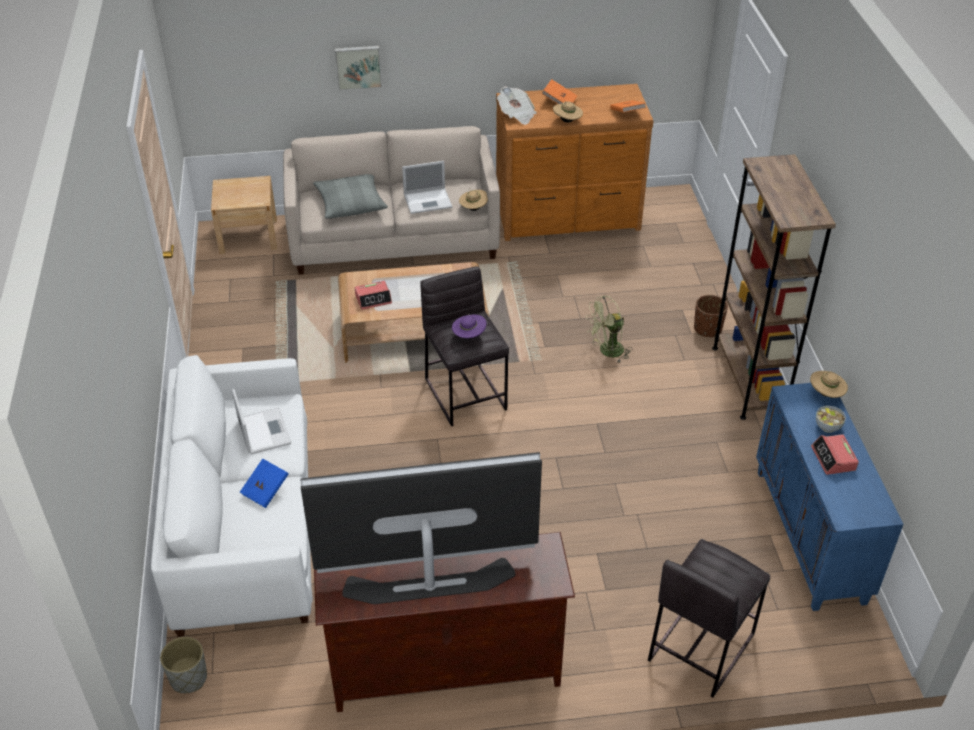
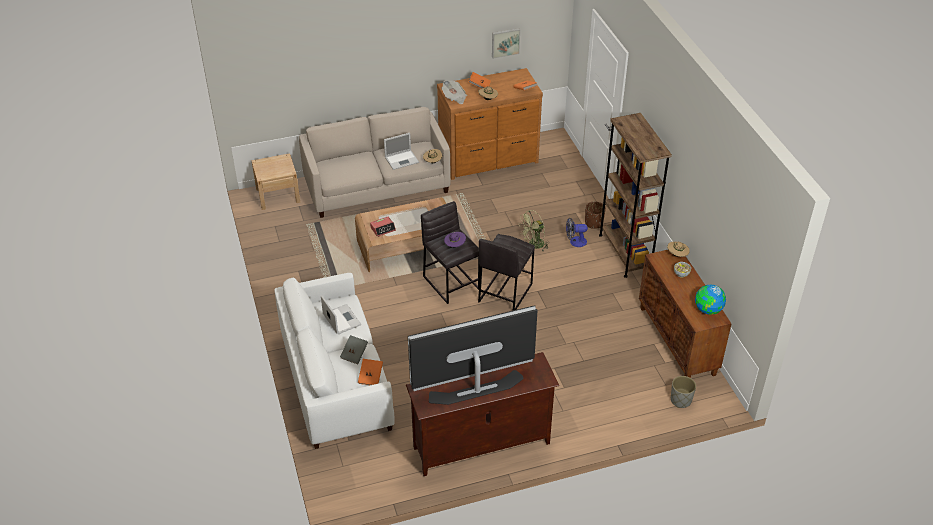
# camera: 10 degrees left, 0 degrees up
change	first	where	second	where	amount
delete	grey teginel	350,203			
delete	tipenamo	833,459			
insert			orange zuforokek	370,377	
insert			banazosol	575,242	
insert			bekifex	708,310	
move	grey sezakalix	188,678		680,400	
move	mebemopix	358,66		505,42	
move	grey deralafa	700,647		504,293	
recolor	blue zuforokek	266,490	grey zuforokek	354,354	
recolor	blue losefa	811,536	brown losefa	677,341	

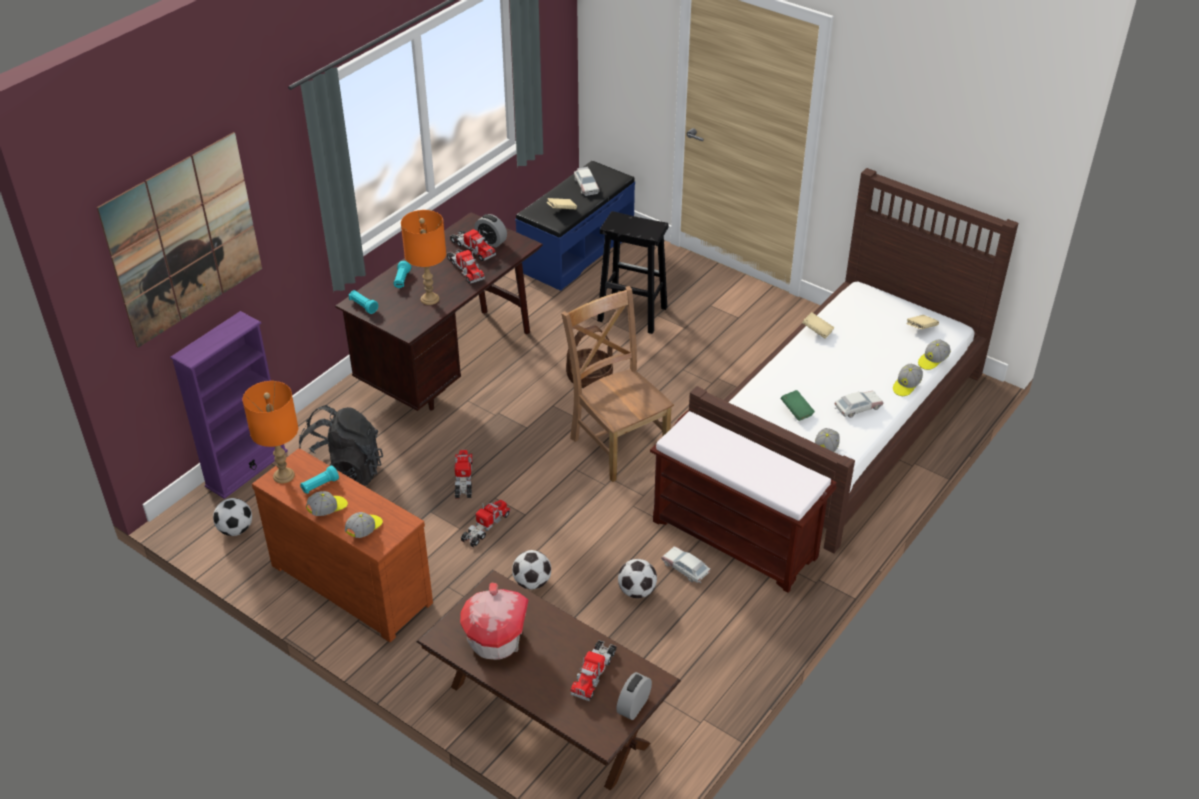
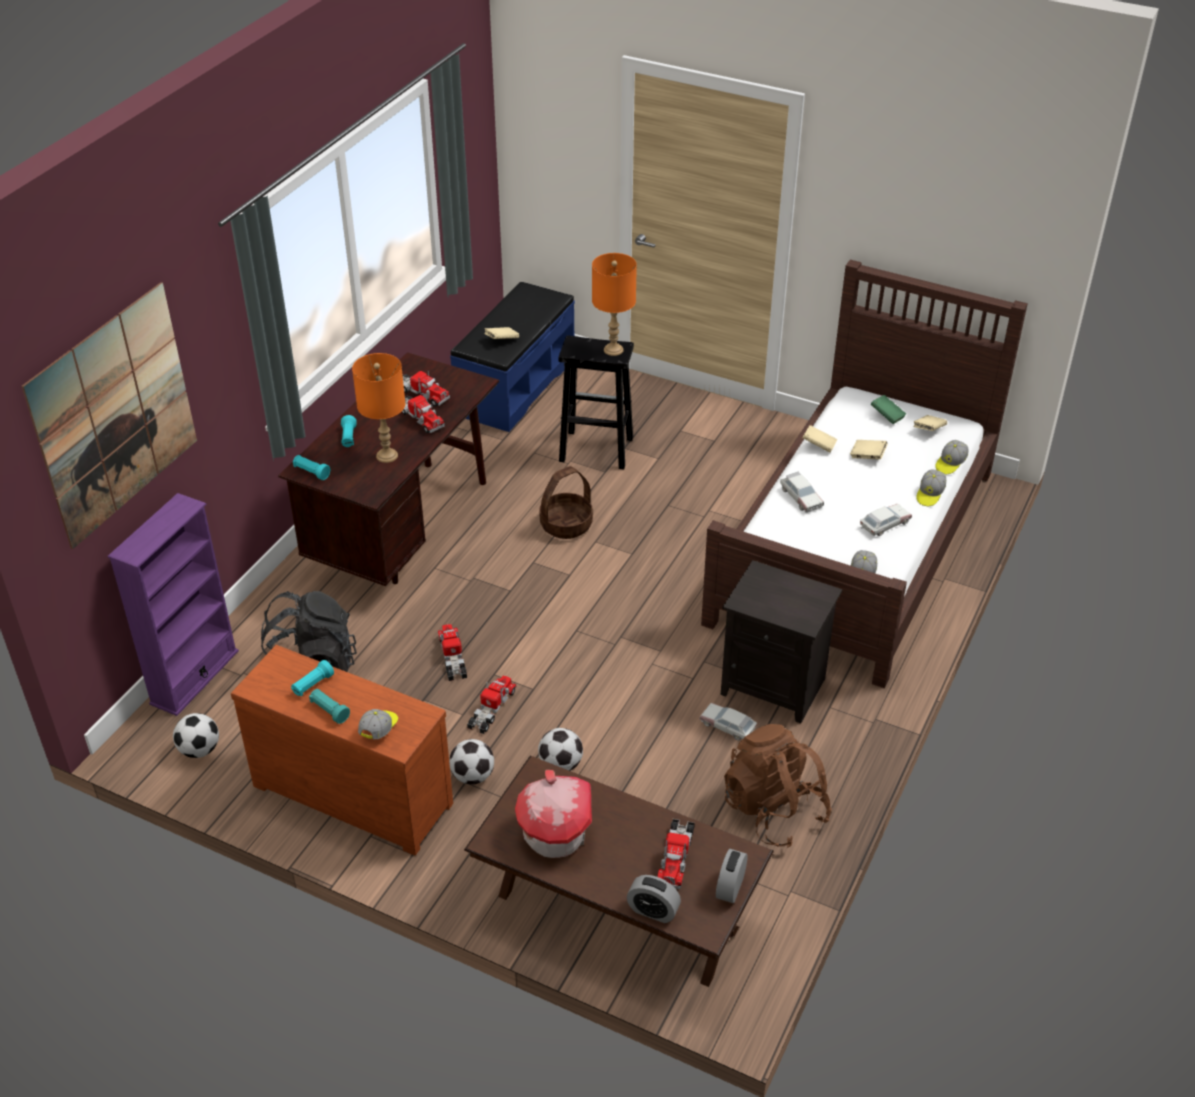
# camera: 10 degrees left, 0 degrees up
change	first	where	second	where	amount
delete	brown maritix	618,443			
insert			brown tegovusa	774,810	
insert			beige zuforokek	867,456	
move	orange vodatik	283,476		613,350	
move	tipenamo	491,241		653,911	
move	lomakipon	586,185		800,497	
move	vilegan	636,591		472,776	
move	green zuforokek	796,411		887,416	
replace	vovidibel	328,509	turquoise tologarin	329,711	
replace	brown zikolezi	736,539	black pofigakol	775,686	

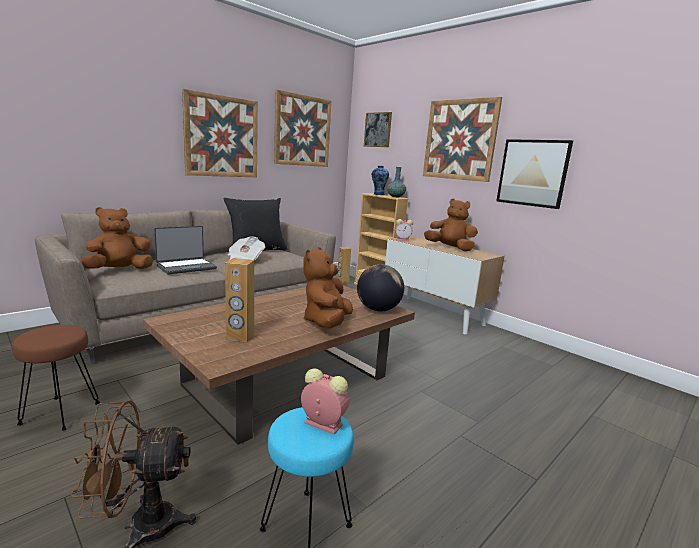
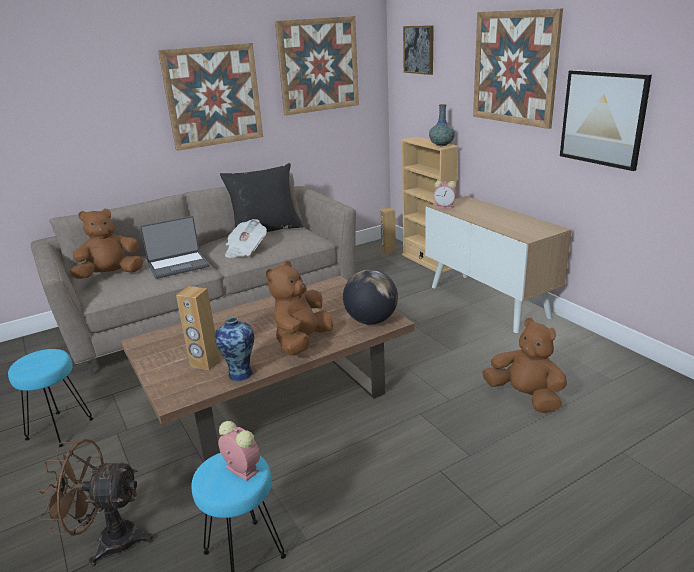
# camera: 15 degrees right, 10 degrees up
change	first	where	second	where	amount
move	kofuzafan	378,194		240,373	
move	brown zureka	450,248		525,397	
recolor	brown deralafa	61,412	turquoise deralafa	60,428	

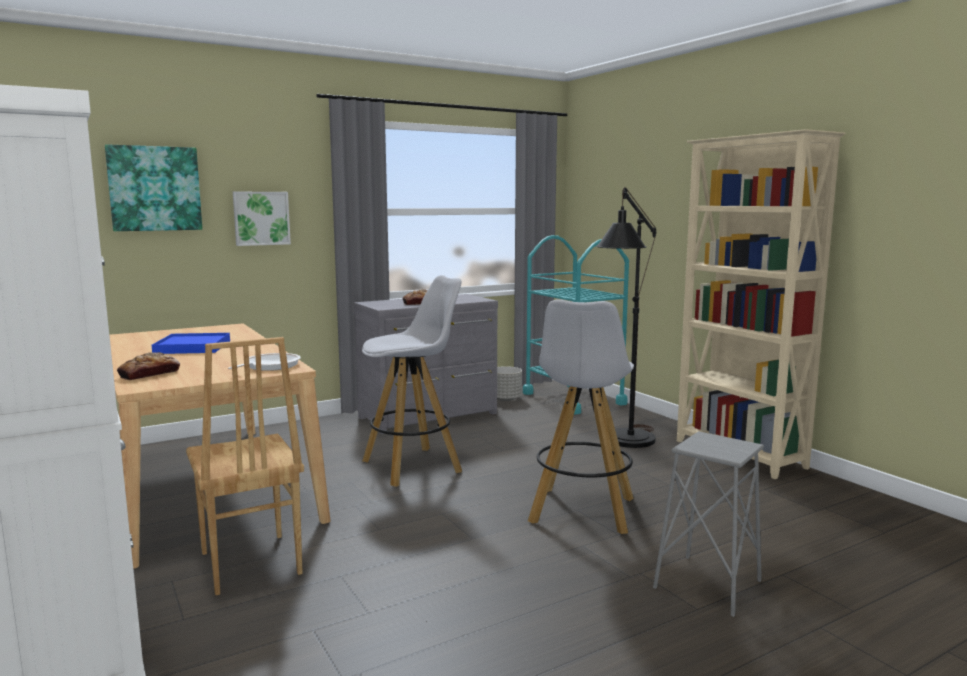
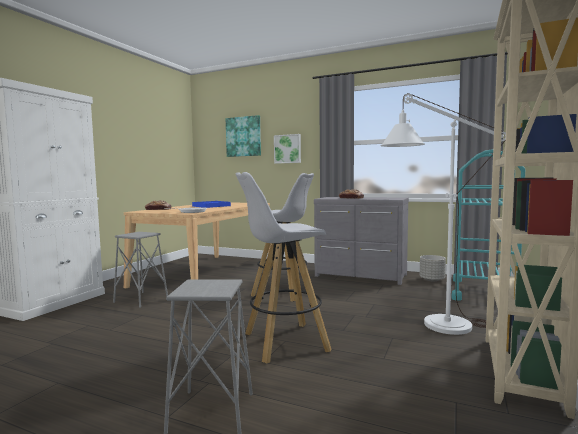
# camera: 55 degrees right, 5 degrees down
change	first	where	second	where	amount
replace	brown maritix	248,564	grey deralafa	141,299	
recolor	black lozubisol	626,443	white lozubisol	434,326	

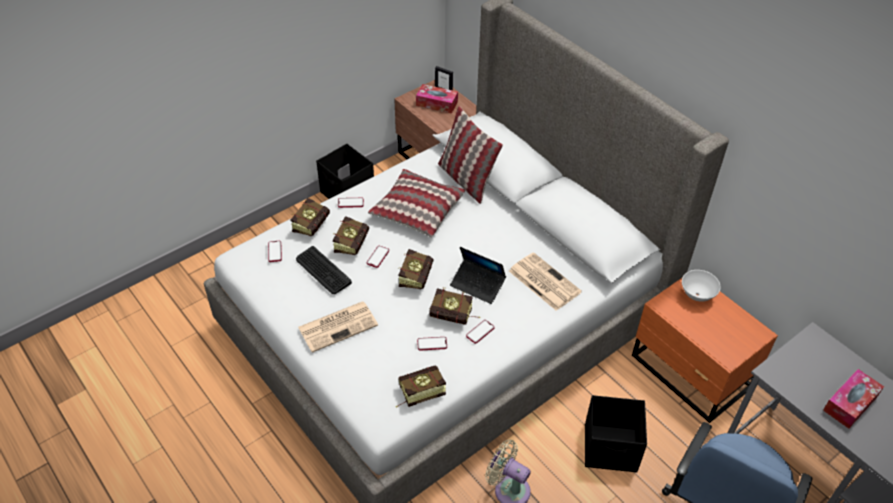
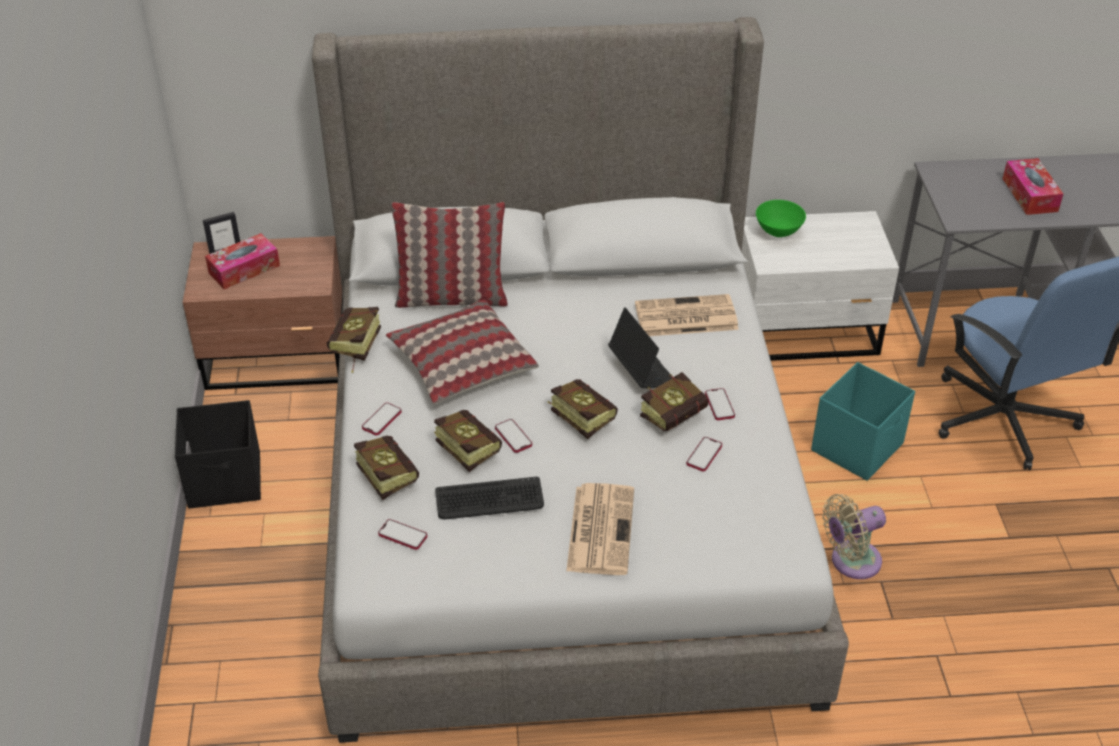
# camera: 55 degrees left, 5 degrees down
change	first	where	second	where	amount
move	zuforokek	417,393		354,349	
recolor	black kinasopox	611,449	turquoise kinasopox	858,447	
recolor	orange pofigakol	691,373	white pofigakol	807,332	
recolor	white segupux	696,295	green segupux	777,233	
rotate	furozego	477,285		642,372	90 degrees counterclockwise

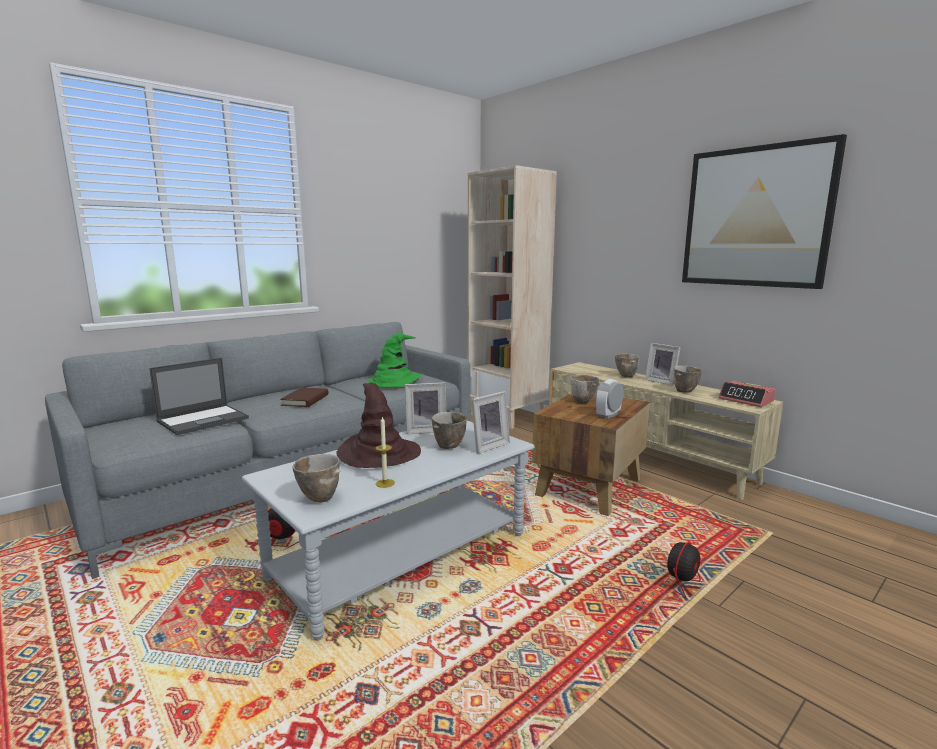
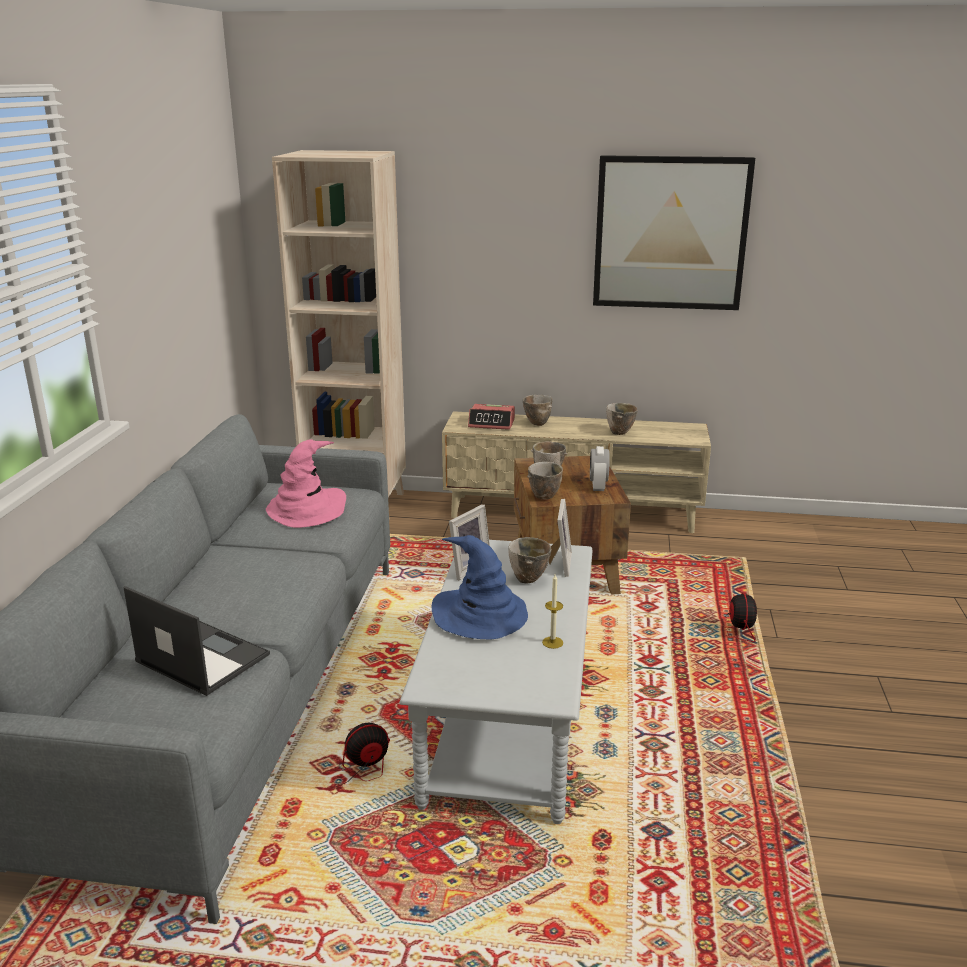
# camera: 40 degrees left, 10 degrees up
change	first	where	second	where	amount
delete	brown zuforokek	305,400			
delete	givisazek	662,381			
move	segupux	318,498		543,497	
move	tipenamo	746,400		492,423	
recolor	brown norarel	378,454	blue norarel	481,615	
recolor	green norarel	395,381	pink norarel	307,509	
rotate	furozego	204,420		201,658	60 degrees counterclockwise

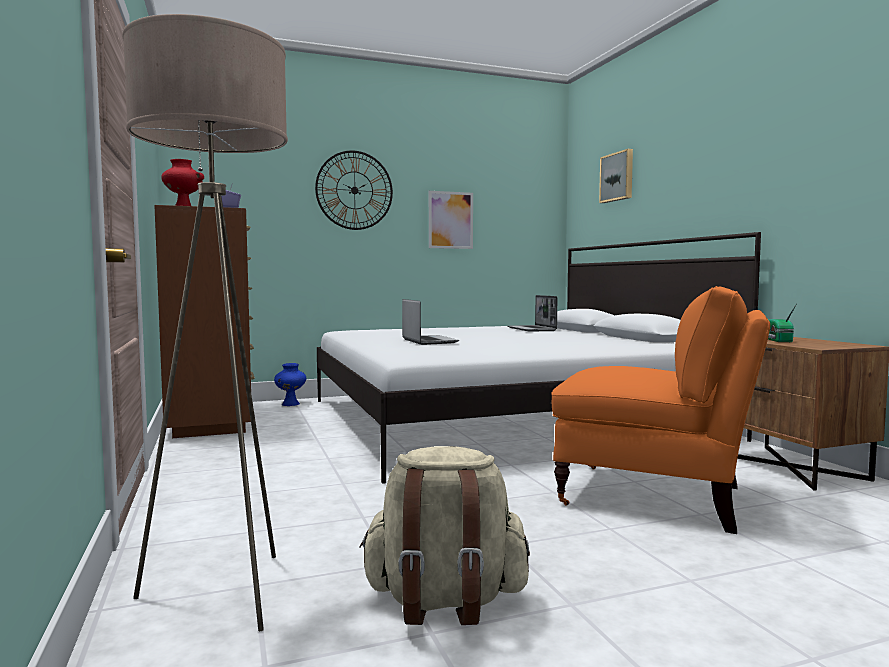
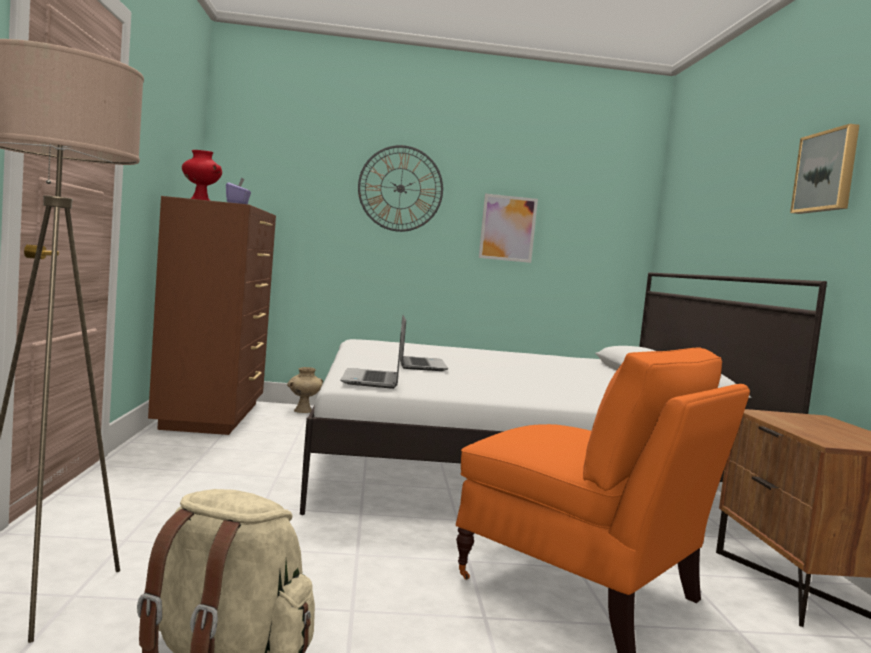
# camera: 15 degrees right, 0 degrees up
change	first	where	second	where	amount
delete	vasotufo	777,340			
move	furozego	532,329		372,380	
move	mebemopix	617,177		827,172	
recolor	blue kofuzafan	290,404	beige kofuzafan	303,411	

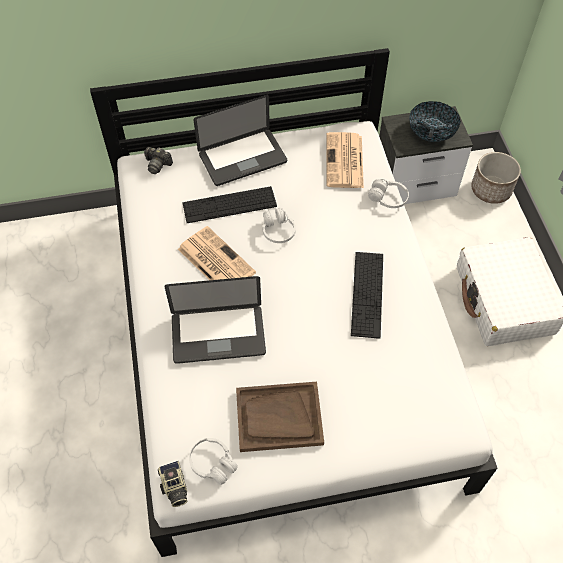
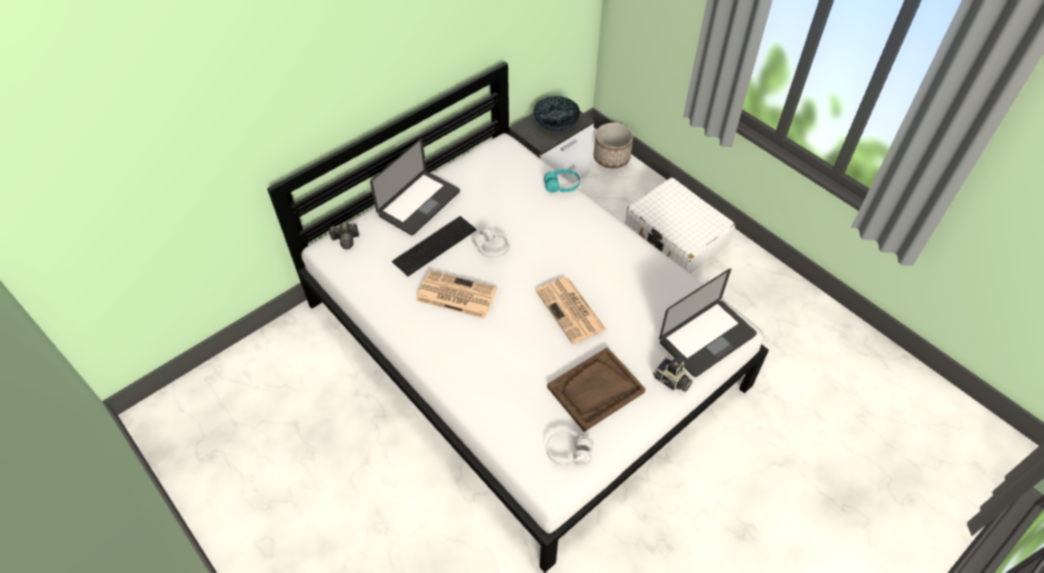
# camera: 30 degrees left, 5 degrees down
change	first	where	second	where	amount
delete	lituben	367,294			
move	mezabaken	174,487		671,381	
move	furozego	218,335		707,338	
move	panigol	345,162		571,311	
recolor	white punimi	388,198	turquoise punimi	561,186	

